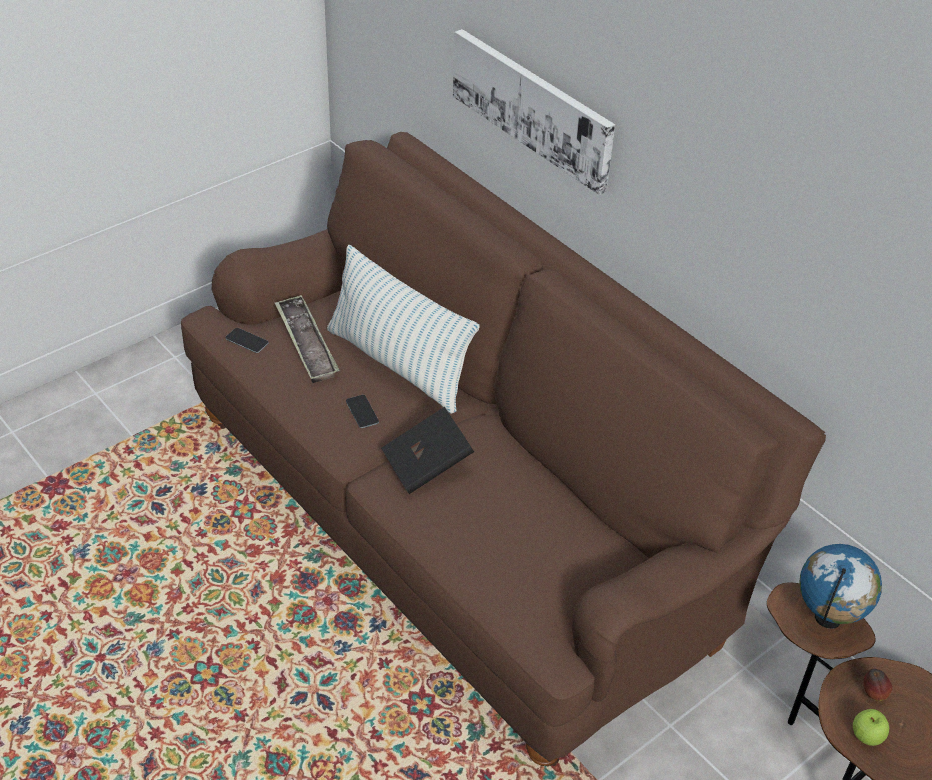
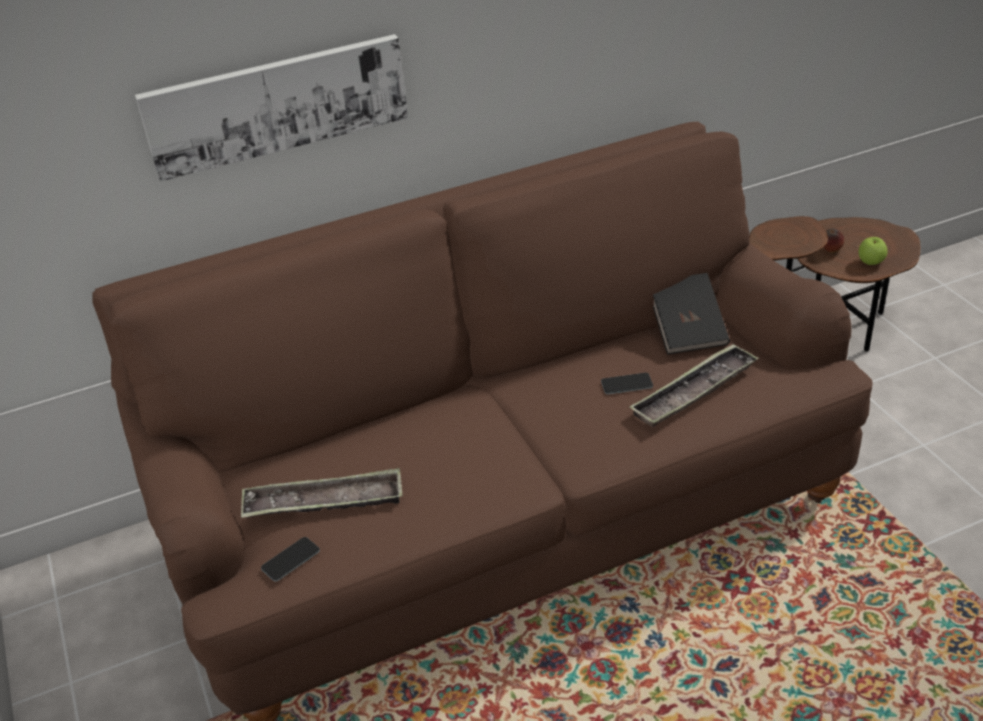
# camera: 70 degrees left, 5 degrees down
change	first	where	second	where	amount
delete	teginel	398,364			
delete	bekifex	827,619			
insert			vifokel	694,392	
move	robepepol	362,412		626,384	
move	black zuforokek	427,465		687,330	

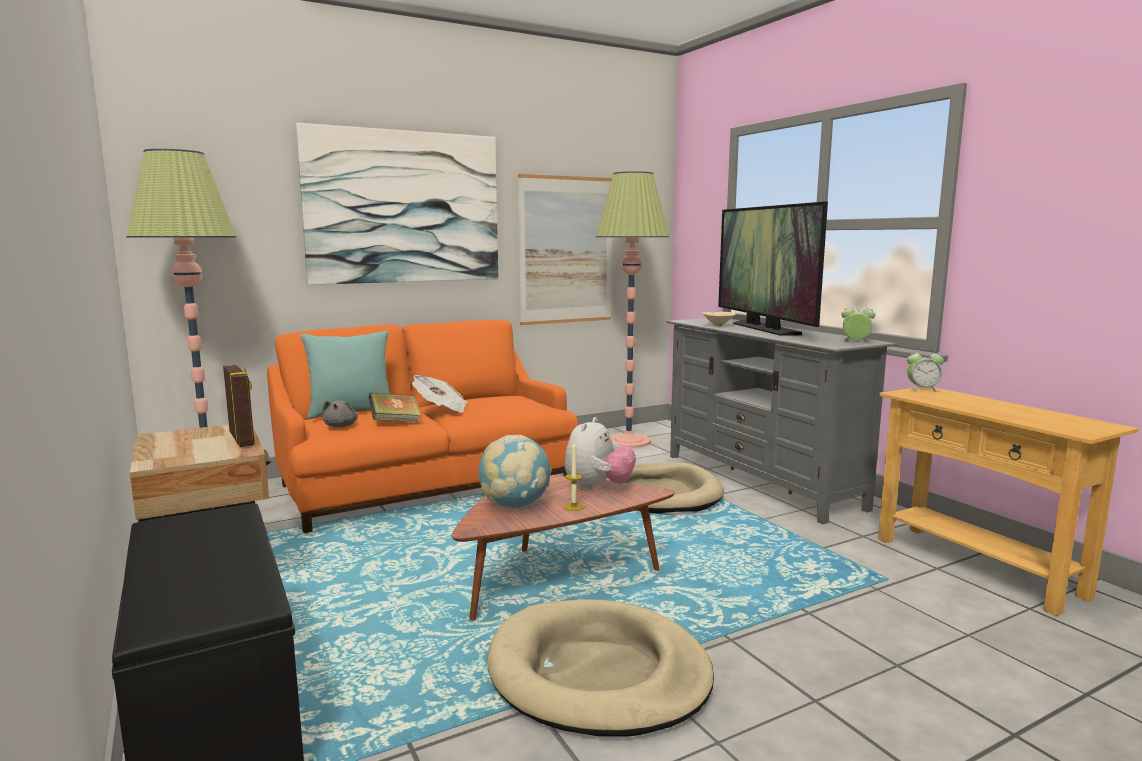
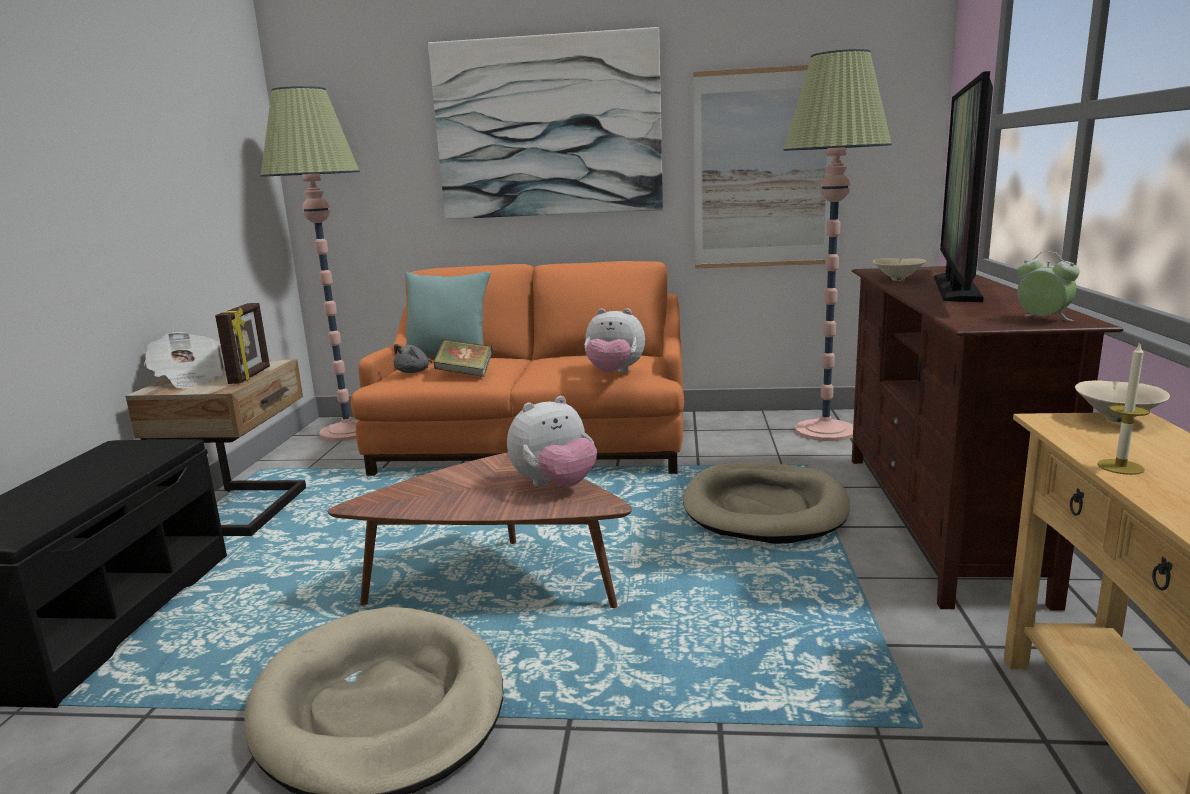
# camera: 35 degrees right, 5 degrees up
change	first	where	second	where	amount
delete	bekifex	515,505			
insert			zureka	614,373	
move	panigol	441,408		189,379	
move	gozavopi	573,507		1120,467	
replace	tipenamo	922,389	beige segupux	1116,419	
recolor	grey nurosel	761,481	brown nurosel	938,520	

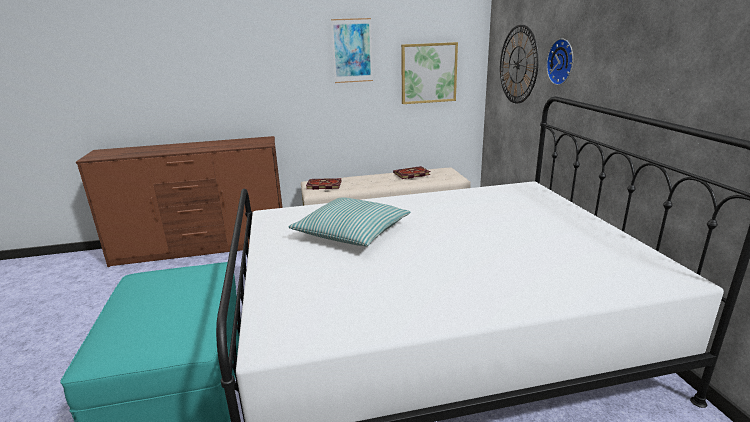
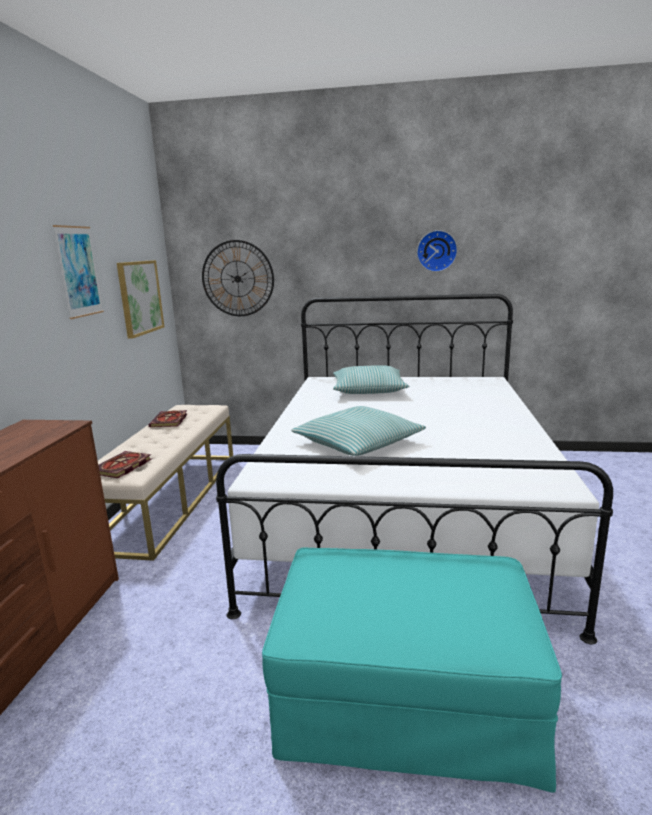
# camera: 70 degrees left, 5 degrees down
change	first	where	second	where	amount
insert			teginel	368,390	
move	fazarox	562,62		436,251	

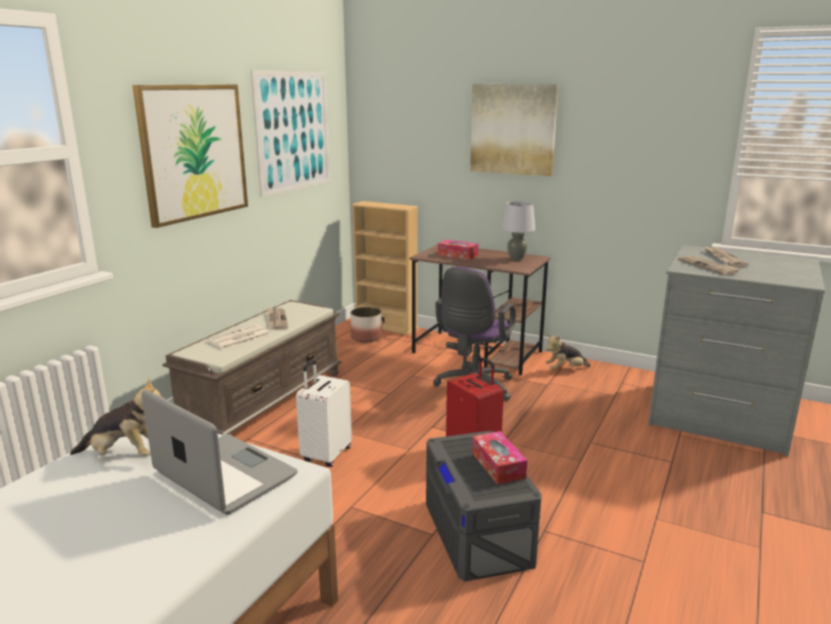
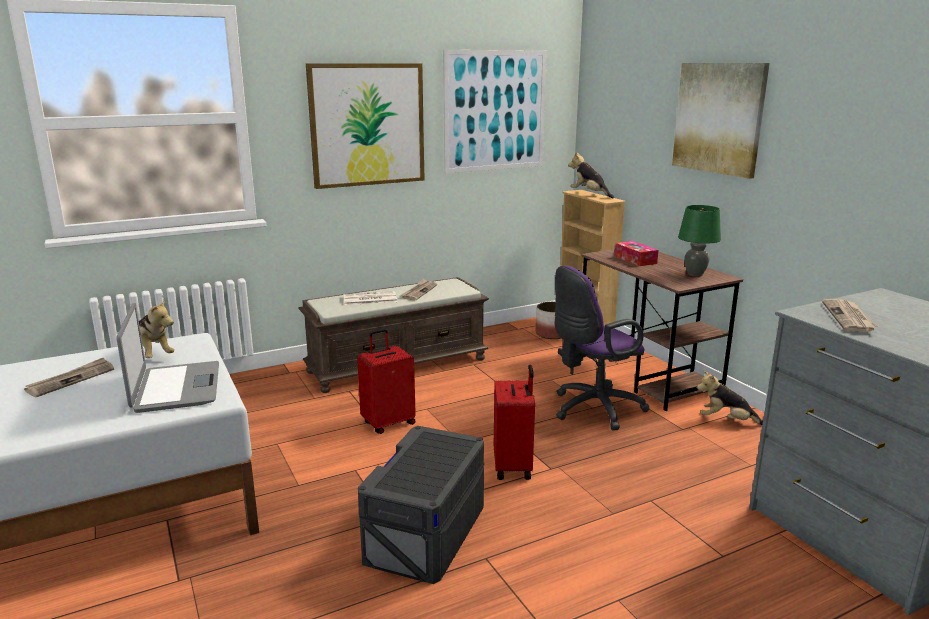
# camera: 35 degrees right, 0 degrees up
change	first	where	second	where	amount
delete	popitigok	498,465			
insert			zureka	589,194	
move	panigol	723,258		71,379	
recolor	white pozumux	325,455	red pozumux	388,423	
recolor	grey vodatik	516,259	green vodatik	695,274	

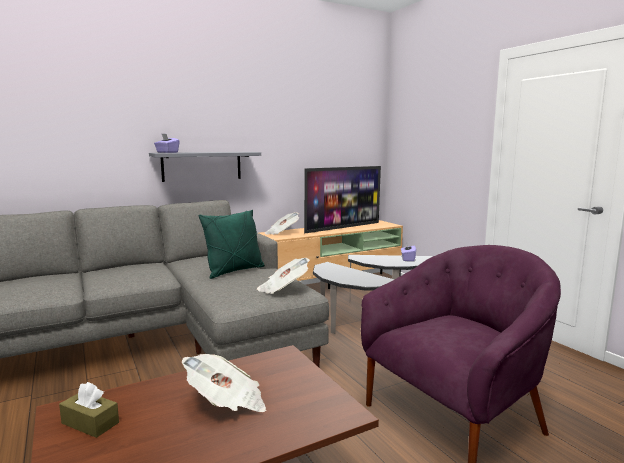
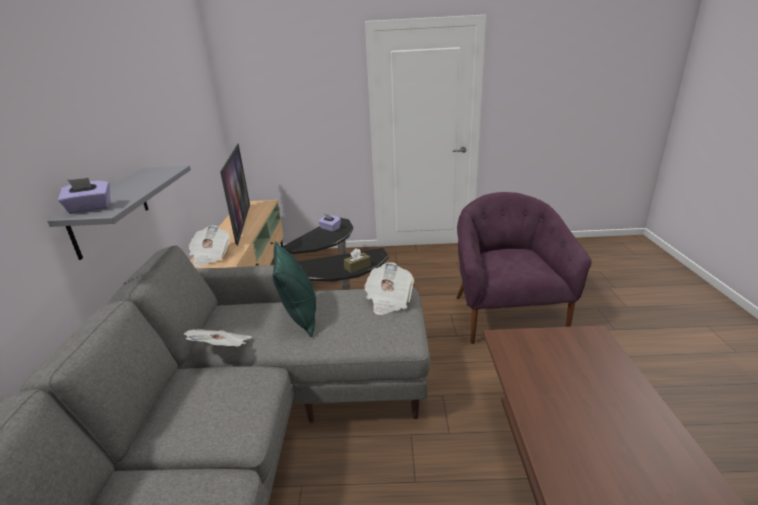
# camera: 60 degrees left, 15 degrees up
change	first	where	second	where	amount
move	brown popitigok	90,423		357,267	
move	panigol	227,403		223,350	

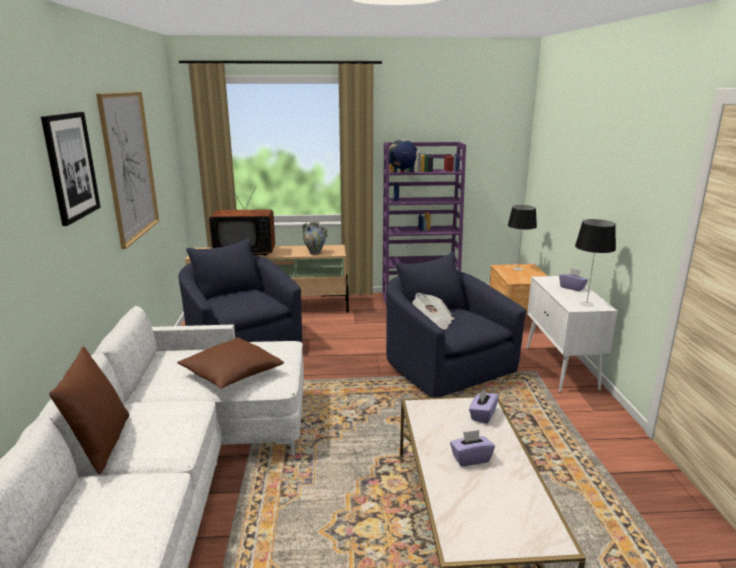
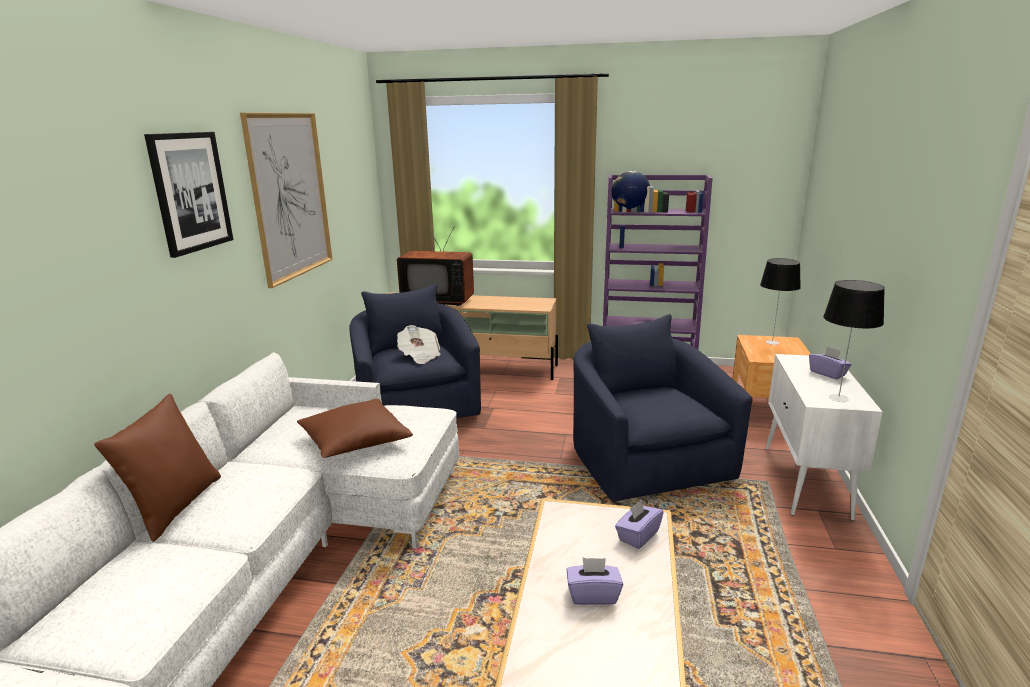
# camera: 15 degrees right, 0 degrees up
change	first	where	second	where	amount
delete	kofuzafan	315,253			
move	panigol	433,321		419,356	

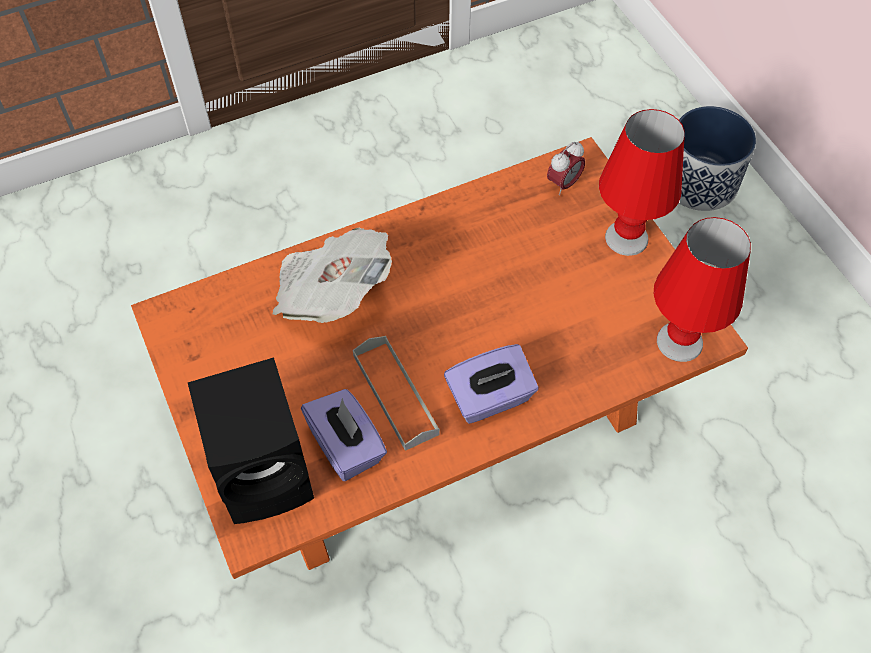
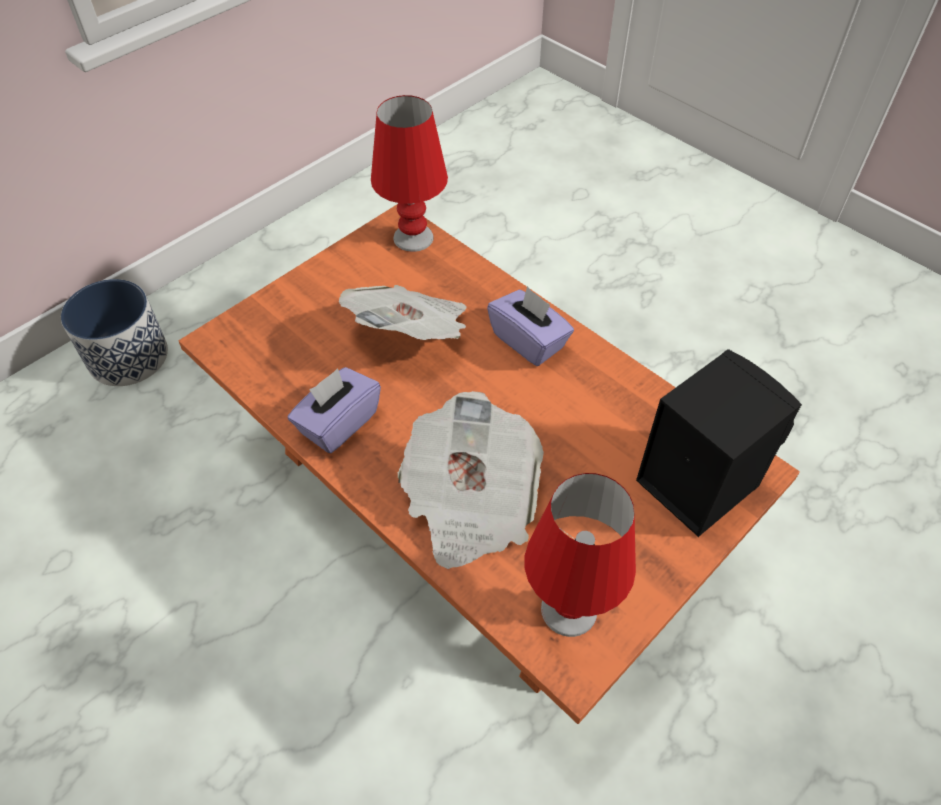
# camera: 110 degrees left, 5 degrees down
change	first	where	second	where	amount
delete	grey vifokel	395,394			
delete	tipenamo	563,184			
insert			panigol	412,333	
move	purple popitigok	346,446		338,423	
move	red vodatik	626,237		568,609	

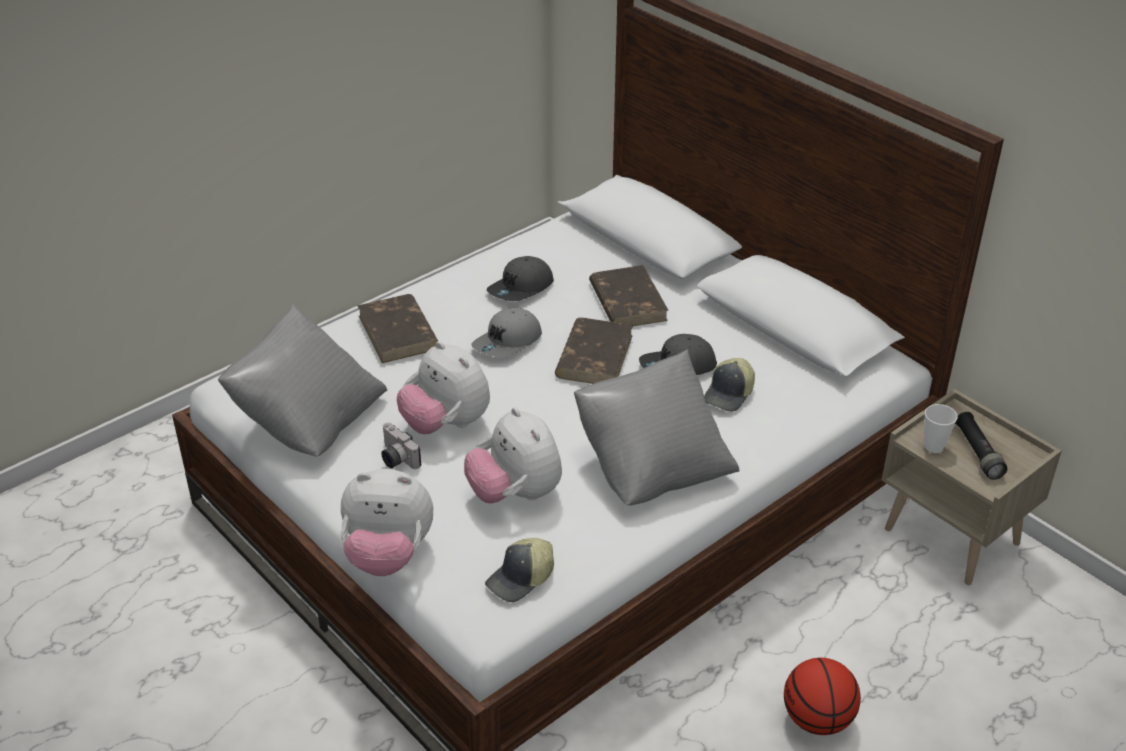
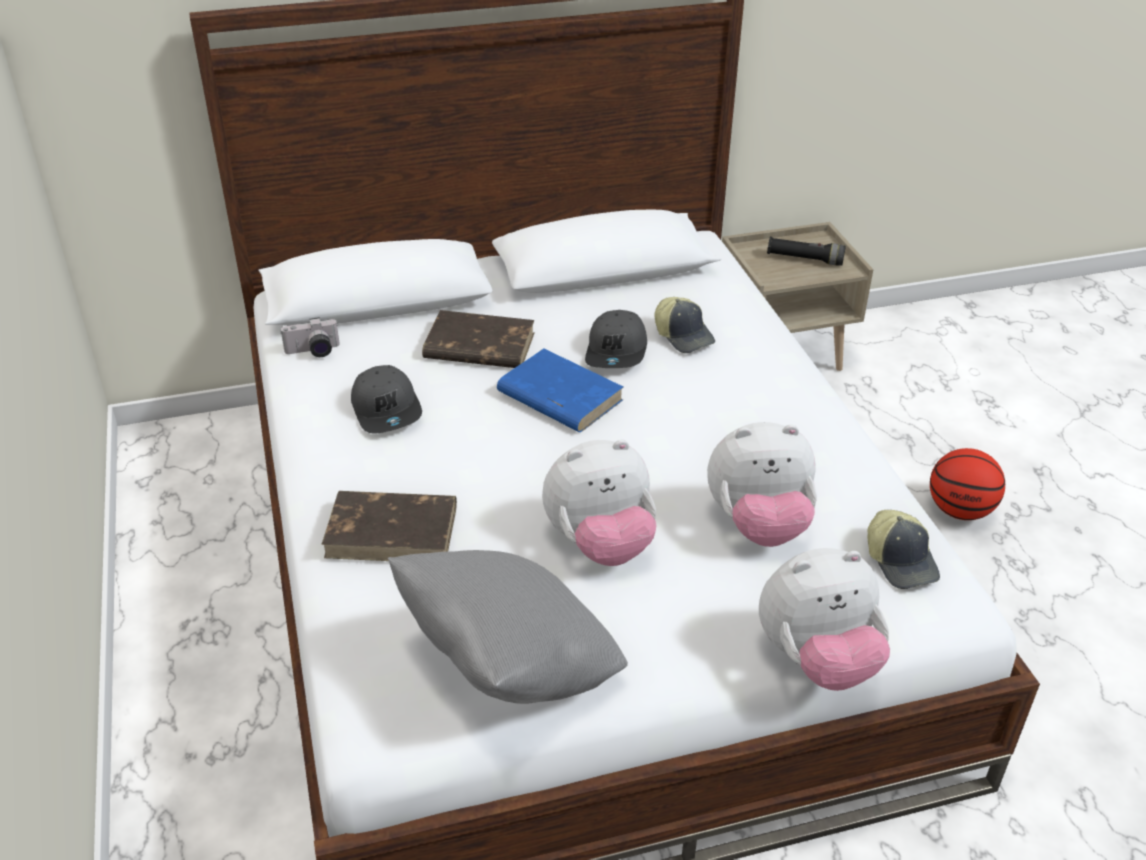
# camera: 65 degrees left, 0 degrees up
change	first	where	second	where	amount
delete	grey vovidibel	508,342			
delete	grey teginel	652,465			
delete	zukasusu	933,446			
move	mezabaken	396,458		313,352	
recolor	brown zuforokek	594,355	blue zuforokek	559,396	
rotate	zureka	388,555		817,660	45 degrees clockwise

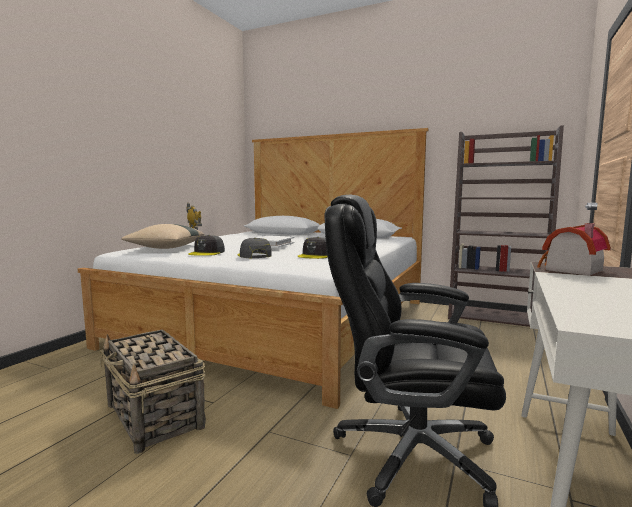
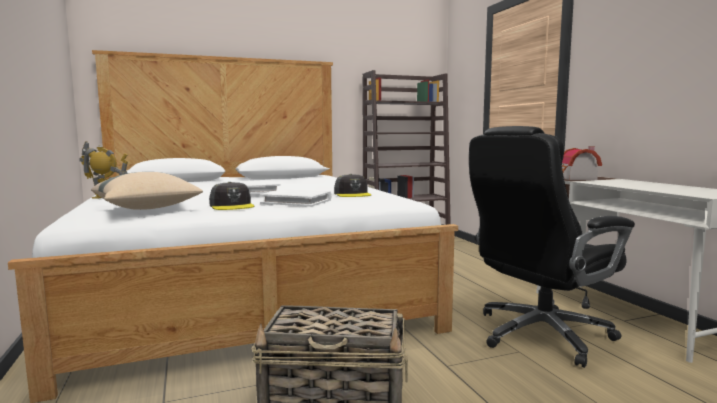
# camera: 45 degrees left, 0 degrees up
change	first	where	second	where	amount
replace	grey vovidibel	254,255	white zuforokek	297,201	

